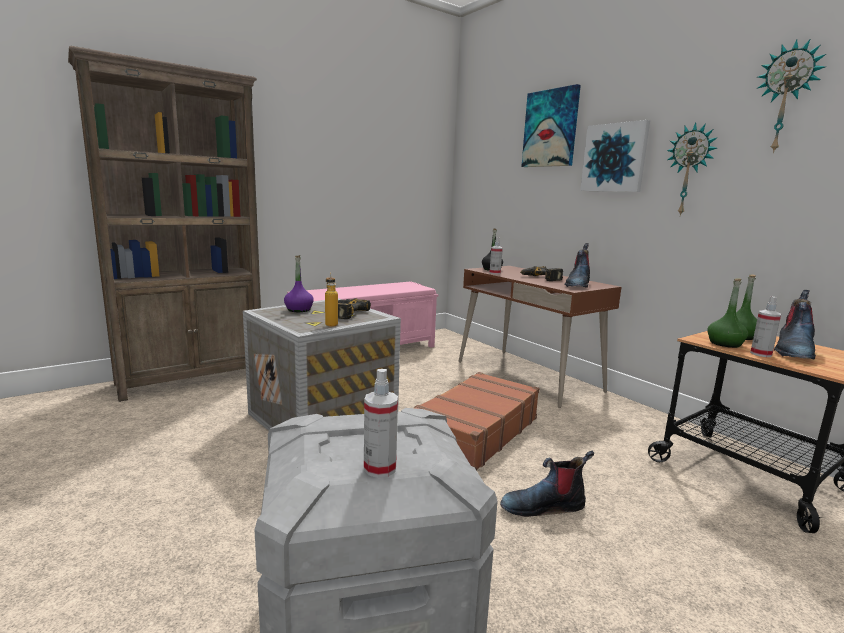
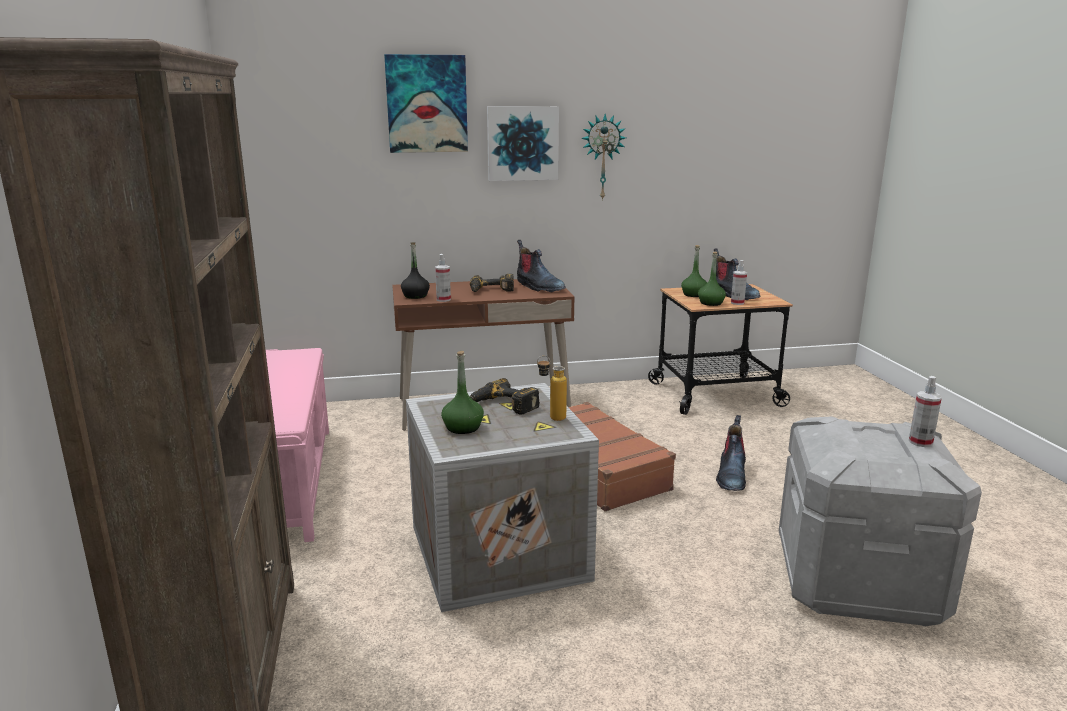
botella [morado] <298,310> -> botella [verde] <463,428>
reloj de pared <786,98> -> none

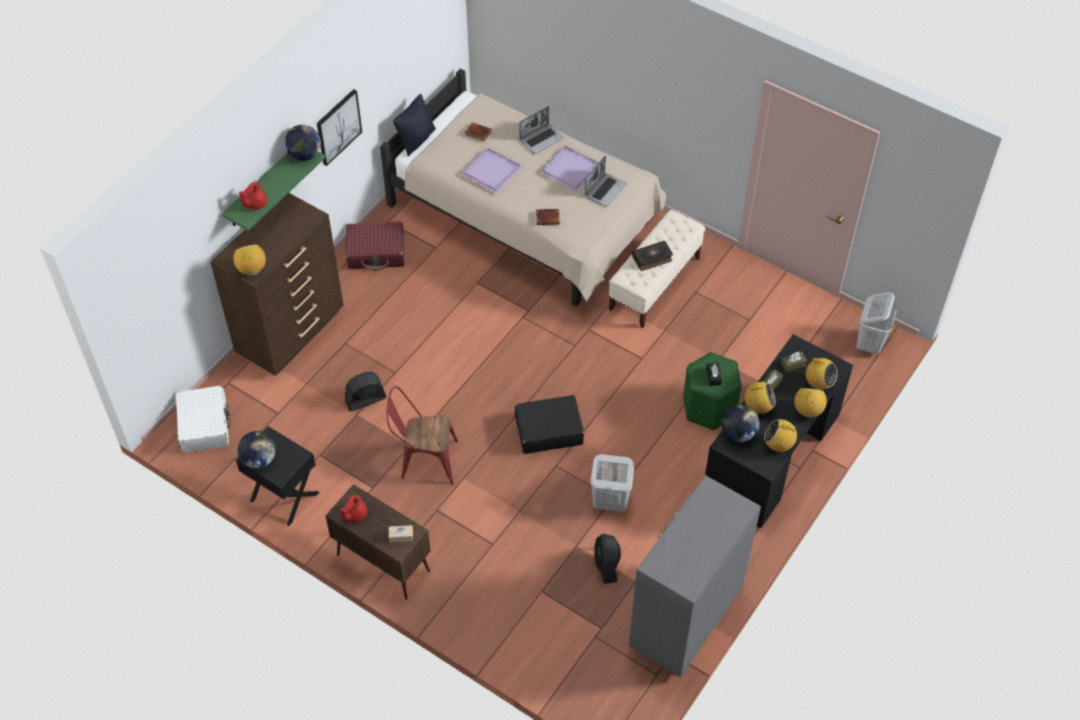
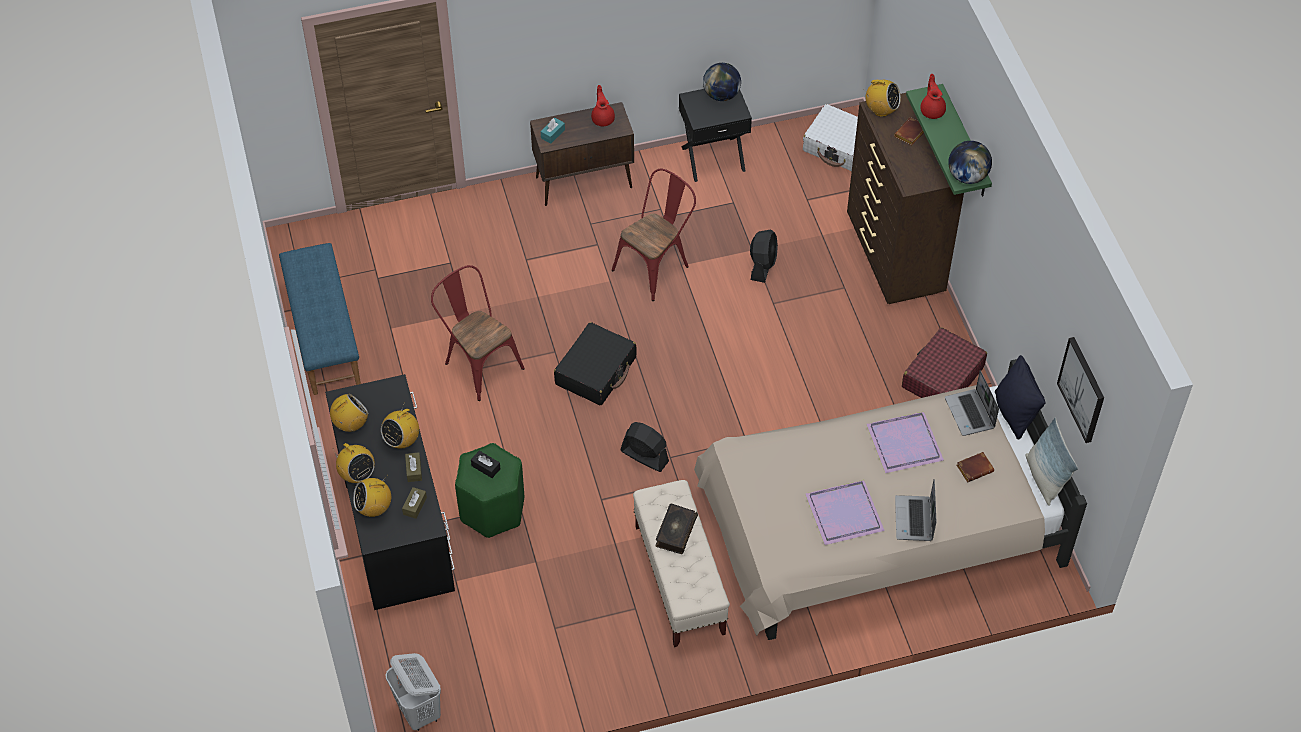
cómoda [gris] <684,619> -> banco [azul] <323,335>
cesto de la ropa [blanco] <609,502> -> silla [rojo] <479,363>
caja de pañuelos [beis] <401,536> -> caja de pañuelos [turquesa] <553,134>
ventilador [negro] <606,564> -> ventilador [negro] <644,456>, relocated
libro [marrón] <548,218> -> libro [marrón] <910,134>, relocated
portátil <605,190> -> portátil <970,413>, relocated
none -> cojín <1044,478>
cuadro <338,126> -> cuadro <1082,389>, relocated
globo terráqueo <738,433> -> none

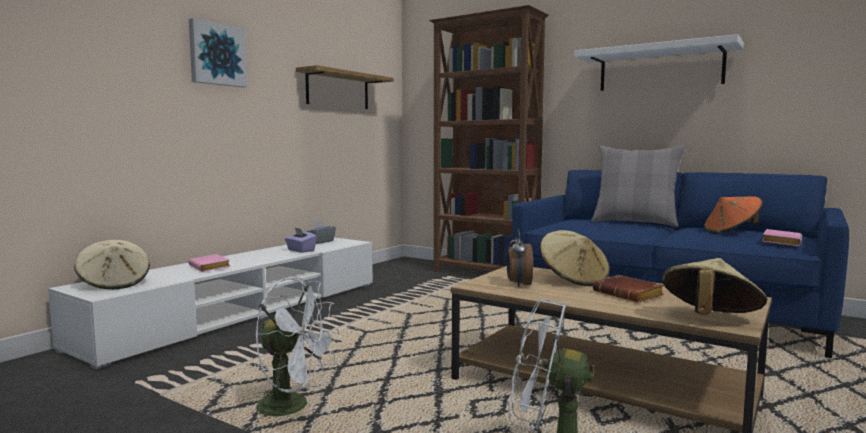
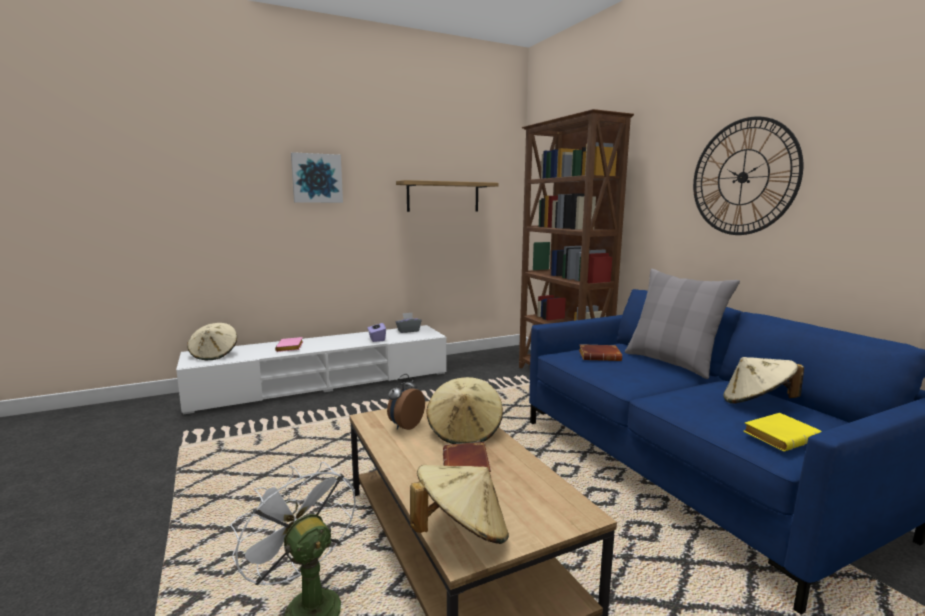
none -> libro [marrón] <600,356>
estante [blanco] <660,68> -> reloj de pared <743,177>
sombrero [naranja] <731,232> -> sombrero [beis] <756,403>
libro [rosa] <780,242> -> libro [amarillo] <780,436>
ventilador [blanco] <294,407> -> none

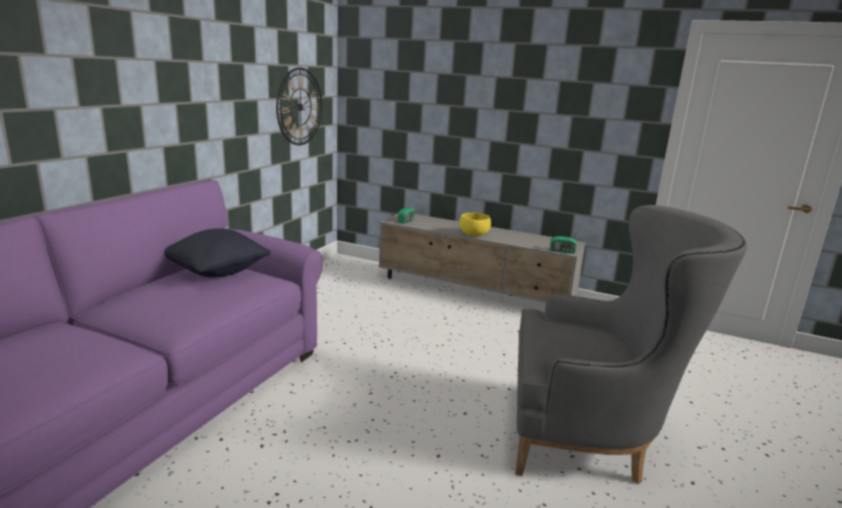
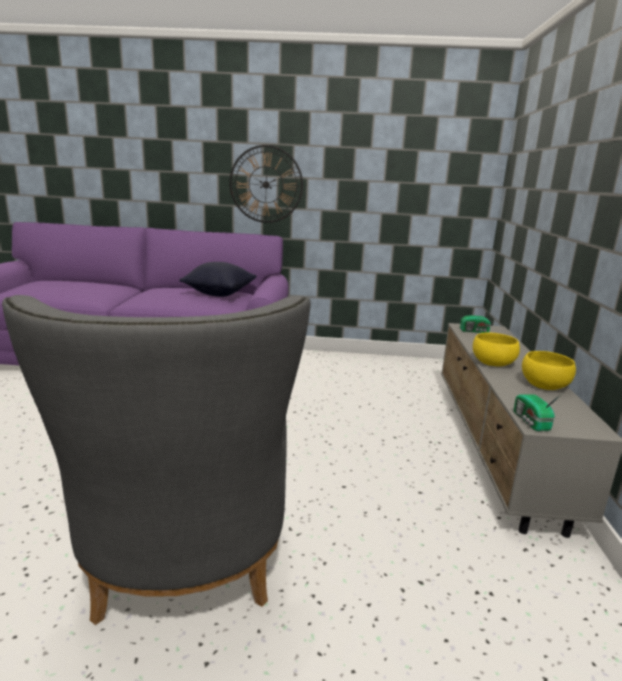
reloj de pared <300,107> -> reloj de pared <266,184>, relocated
none -> cuenco [amarillo] <544,385>

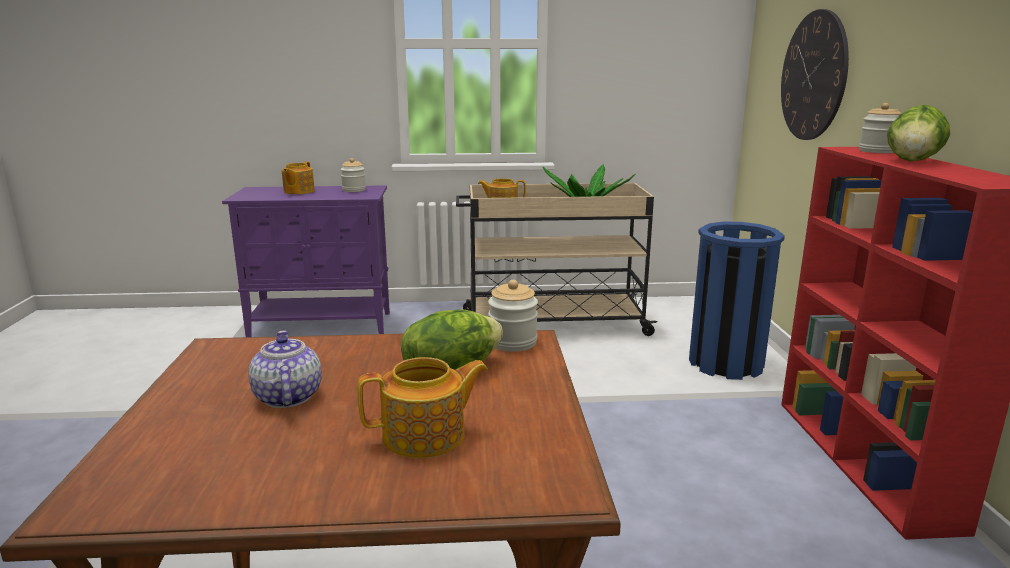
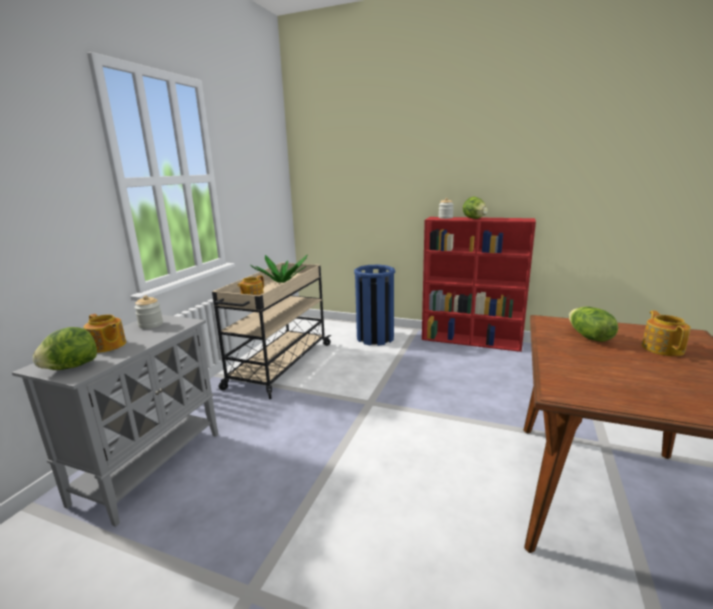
armario [morado] <322,325> -> armario [gris] <151,465>
none -> lechuga <71,367>
tetera <287,397> -> none
tarro <512,342> -> none
reloj de pared <813,76> -> none

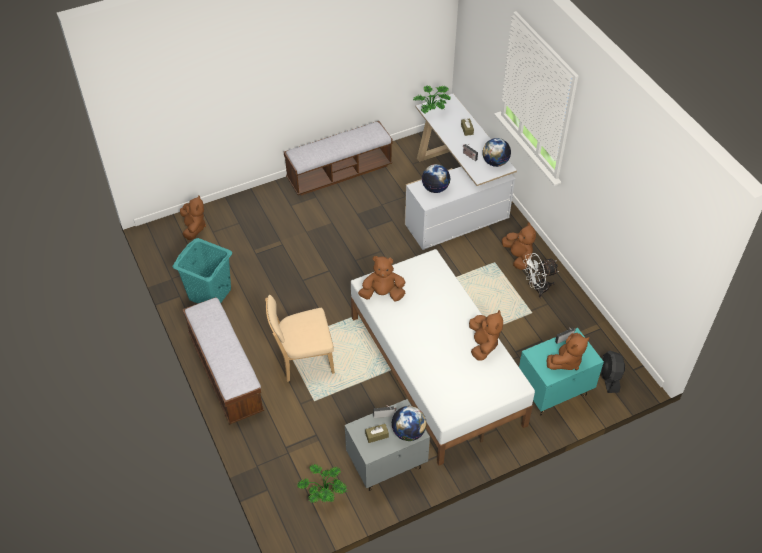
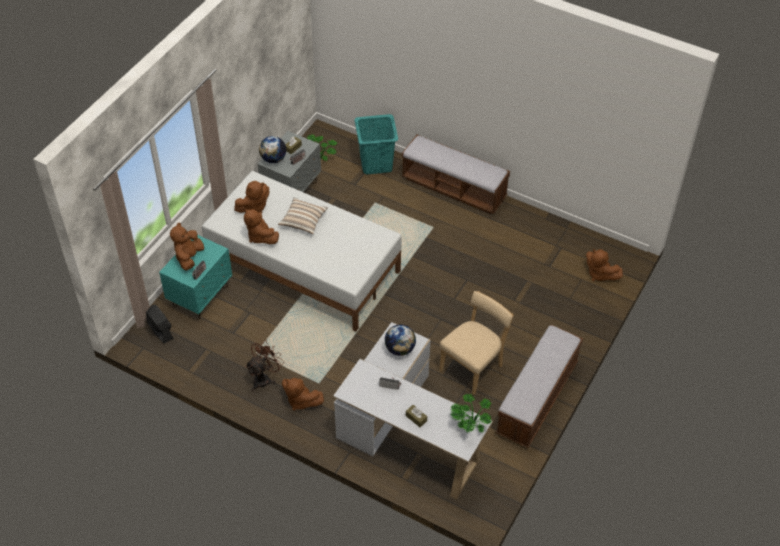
peluche [marrón] <382,294> -> peluche [marrón] <254,207>, relocated
ventilador [blanco] <537,288> -> ventilador [marrón] <264,378>
none -> cojín <303,221>
cesto de la ropa [turquesa] <210,294> -> cesto de la ropa [turquesa] <375,163>, relocated
silla [beis] <303,360> -> silla [beis] <473,367>, relocated
globo terráqueo <495,162> -> none

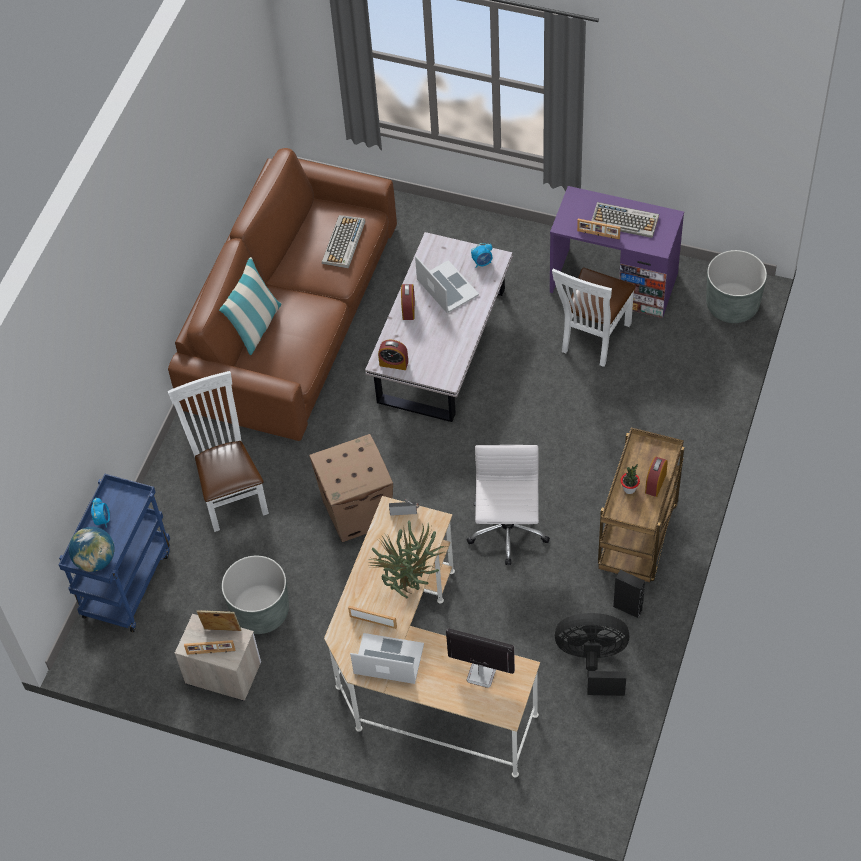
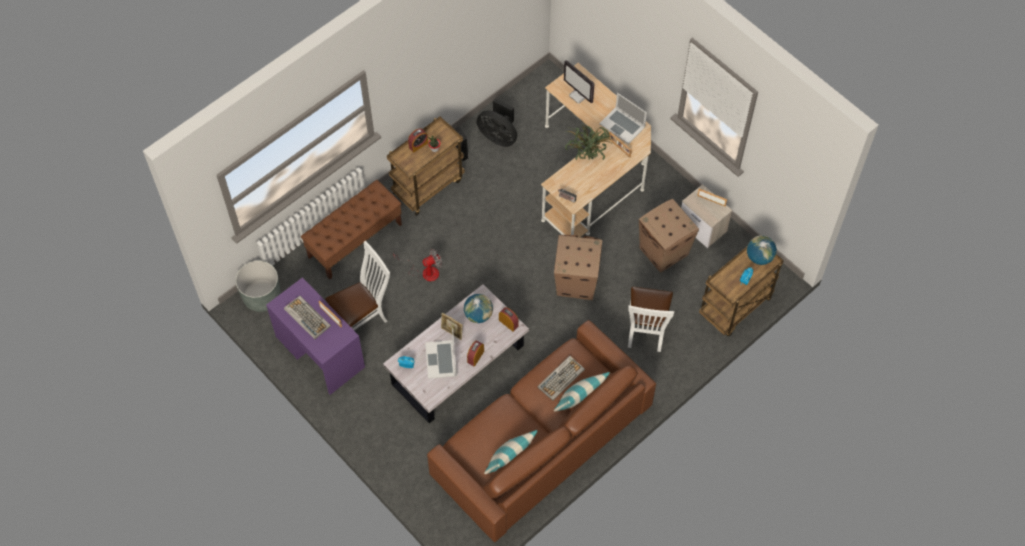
none -> banco [marrón] <355,240>
none -> ventilador <424,271>
portarretratos <222,631> -> portarretratos <452,333>, relocated
none -> globo terráqueo <478,315>
none -> cojín <509,461>
teclado <344,243> -> teclado <561,378>, relocated
maceta [gris] <260,611> -> caja de cartón <664,251>
carrito [azul] <127,582> -> carrito [marrón] <735,308>
silla de oficina [blanco] <507,533> -> none

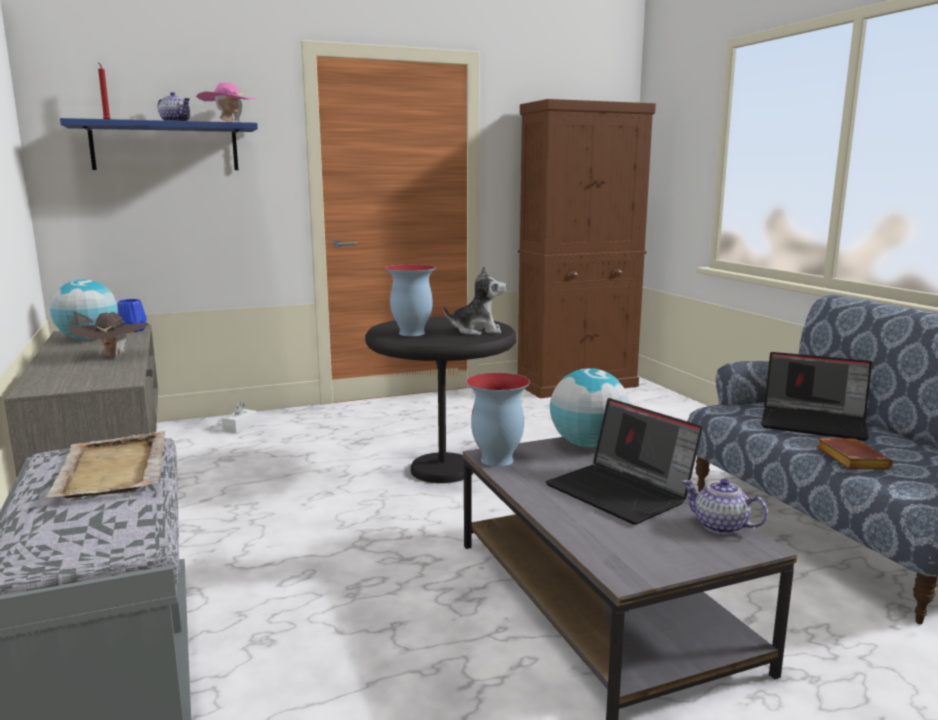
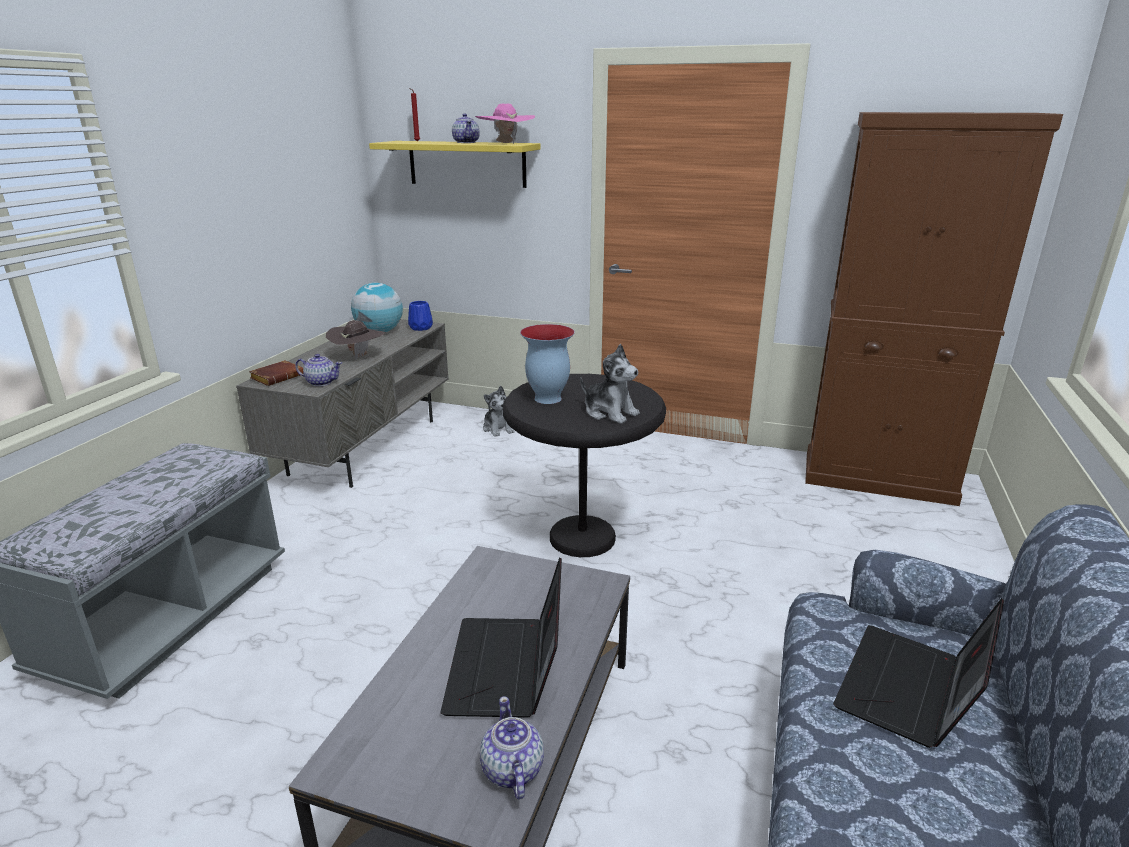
libro [marrón] <849,459> -> libro [marrón] <278,377>, relocated
none -> tetera <321,382>
estante [azul] <165,147> -> estante [amarillo] <467,164>
caja de pañuelos [blanco] <240,427> -> peluche <498,428>
portátil <814,423> -> portátil <911,691>, 60 degrees clockwise
bandeja [beis] <112,470> -> none
florero <497,460> -> none
globo terráqueo <587,444> -> none

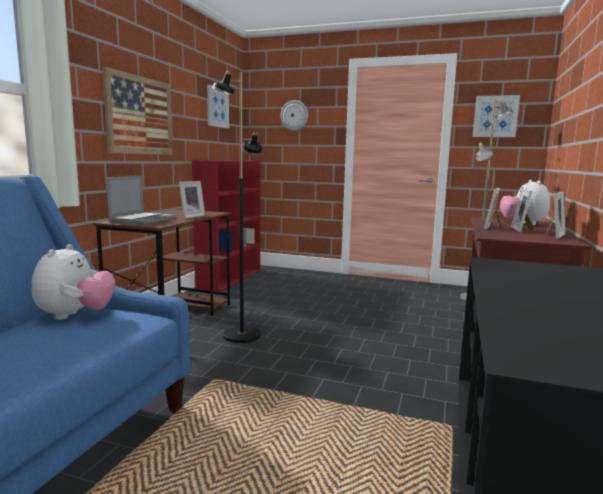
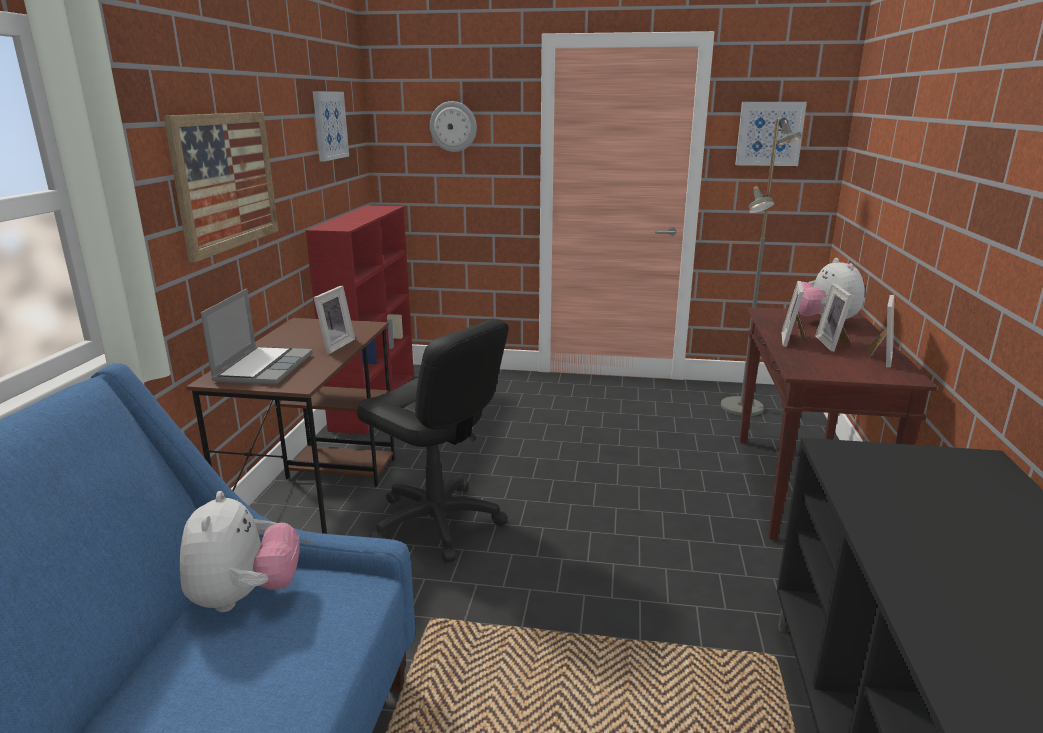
lámpara de pie [negro] <241,335> -> silla de oficina [negro] <436,522>

